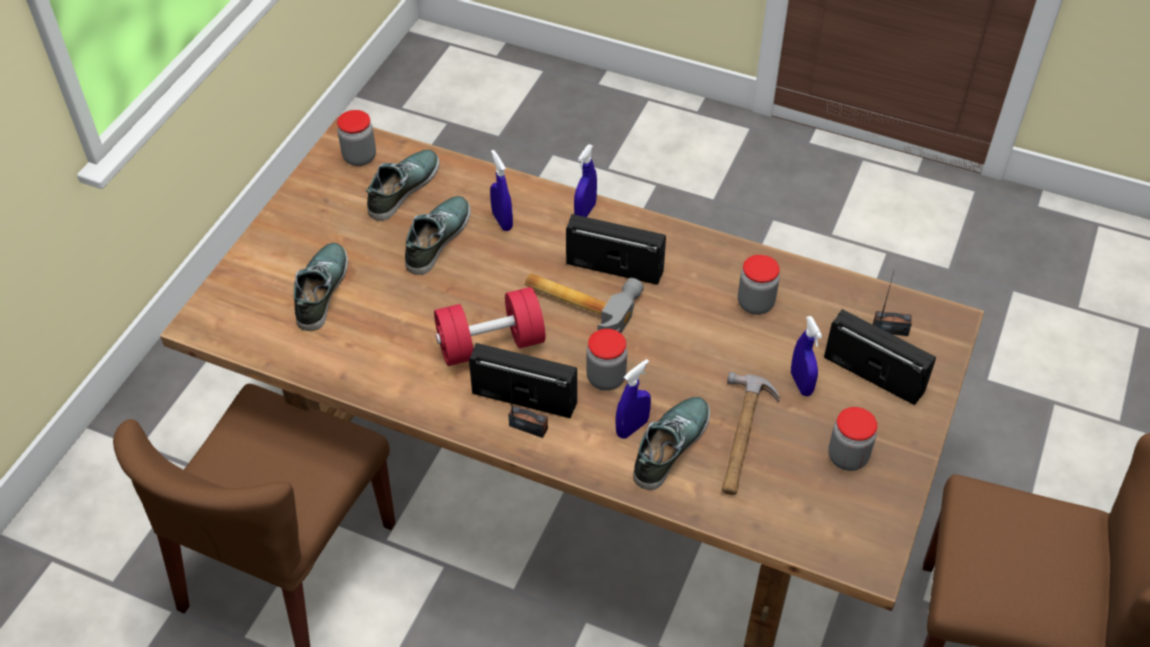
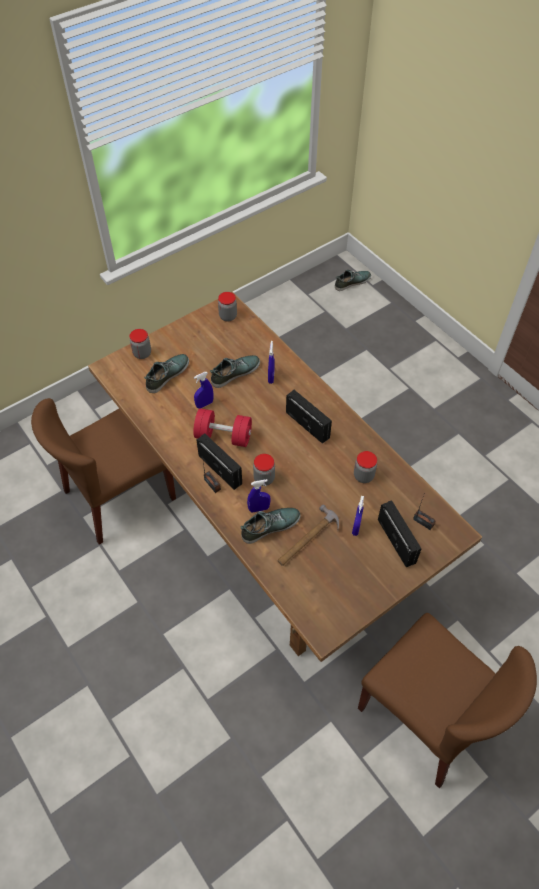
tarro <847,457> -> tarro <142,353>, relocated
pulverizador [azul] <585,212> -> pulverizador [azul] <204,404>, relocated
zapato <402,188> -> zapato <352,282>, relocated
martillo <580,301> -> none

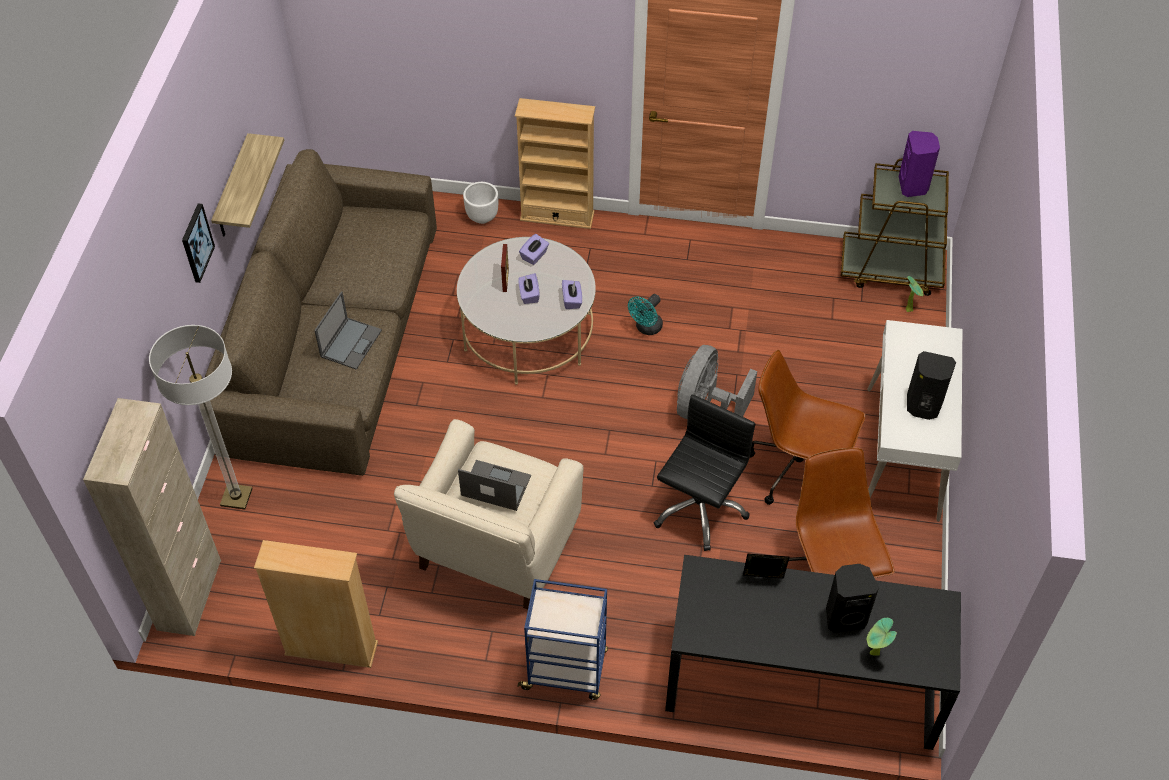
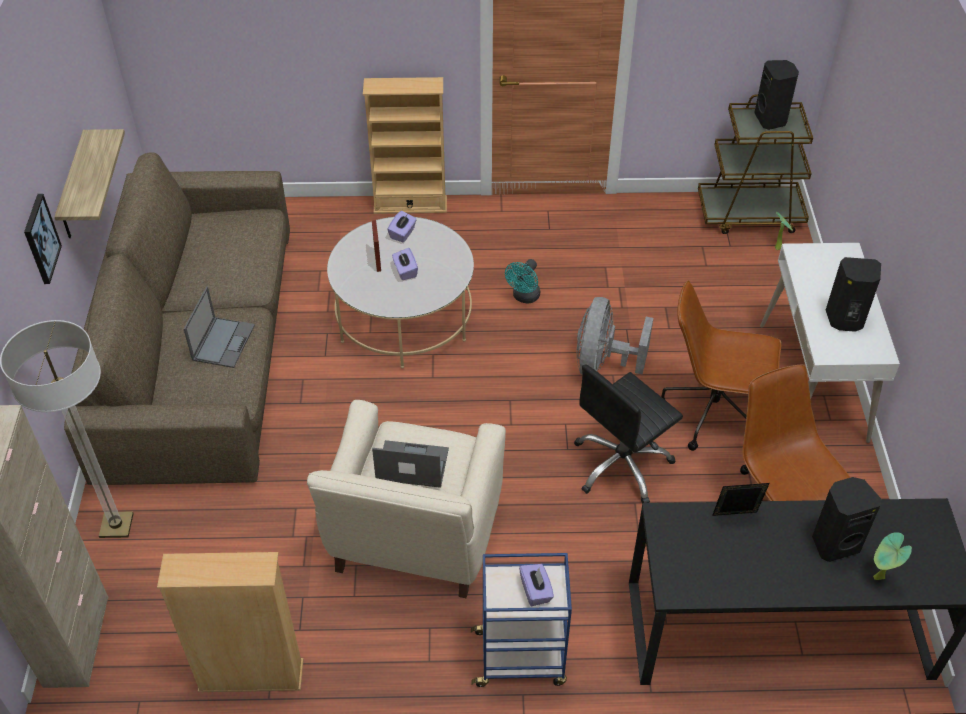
caja de pañuelos [morado] <572,300> -> caja de pañuelos [morado] <536,591>, relocated
silla de oficina [negro] <699,508> -> silla de oficina [negro] <622,465>, 150 degrees counterclockwise
altavoz [morado] <913,186> -> altavoz [negro] <771,120>
maceta [blanco] <482,216> -> none

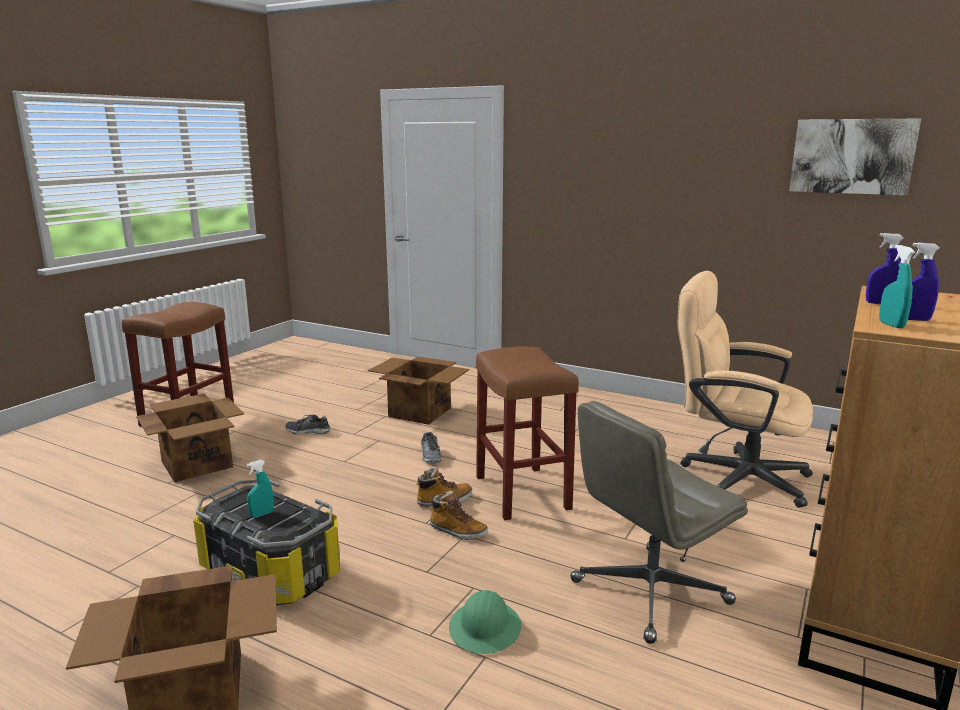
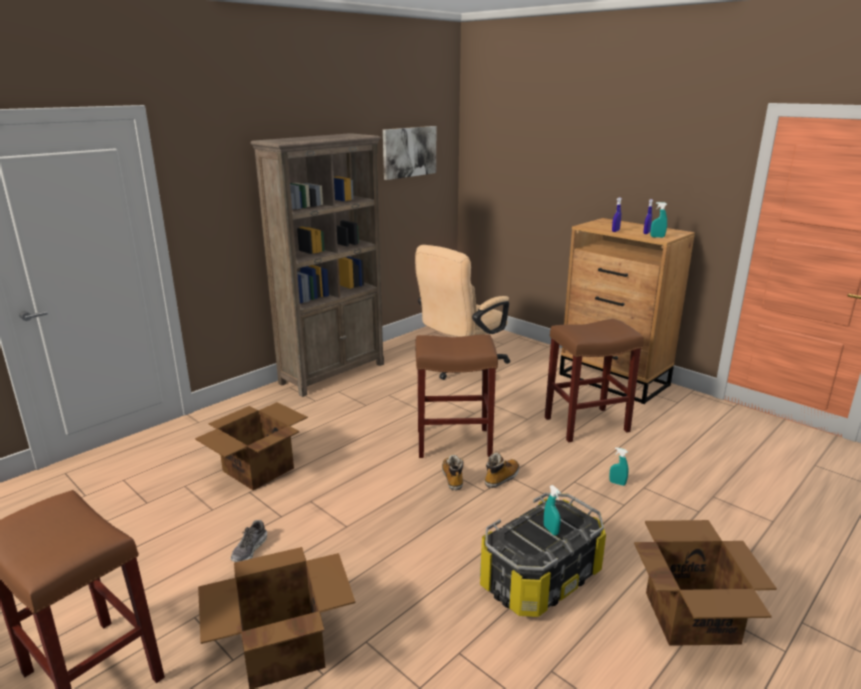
none -> estantería [marrón] <333,373>
silla de oficina [gris] <649,593> -> taburete [marrón] <585,425>
casco [verde] <485,628> -> pulverizador [turquesa] <617,483>
zapato <431,456> -> none

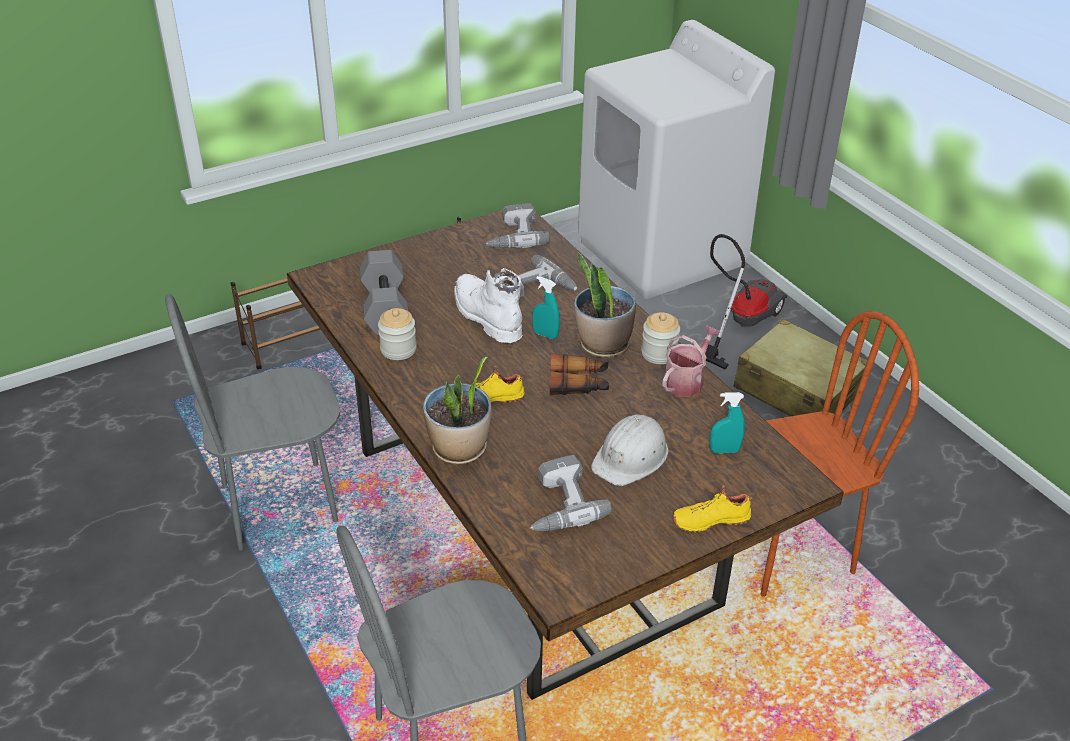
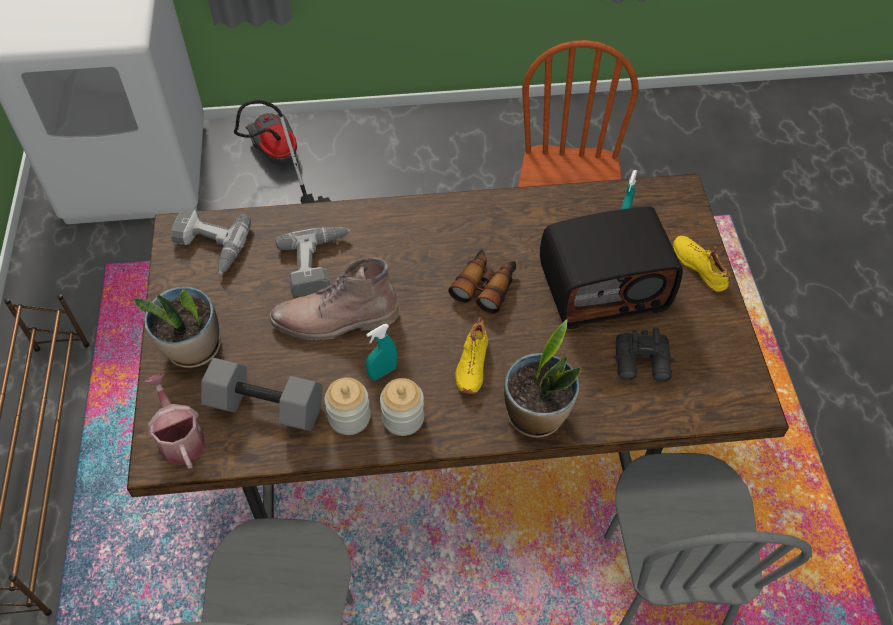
planta en maceta <603,345> -> planta en maceta <193,349>, relocated
regadera <686,380> -> regadera <179,438>, relocated
bota [blanco] <485,315> -> bota [marrón] <334,320>
pulverizador [turquesa] <545,335> -> pulverizador [turquesa] <382,372>, relocated
tarro <659,354> -> tarro <403,418>, relocated
casco [blanco] <631,457> -> radio <603,287>
taladro <558,504> -> prismáticos [negro] <643,363>
zapato [amarillo] <710,519> -> zapato [amarillo] <700,267>, 135 degrees clockwise
maleta [beis] <797,390> -> none

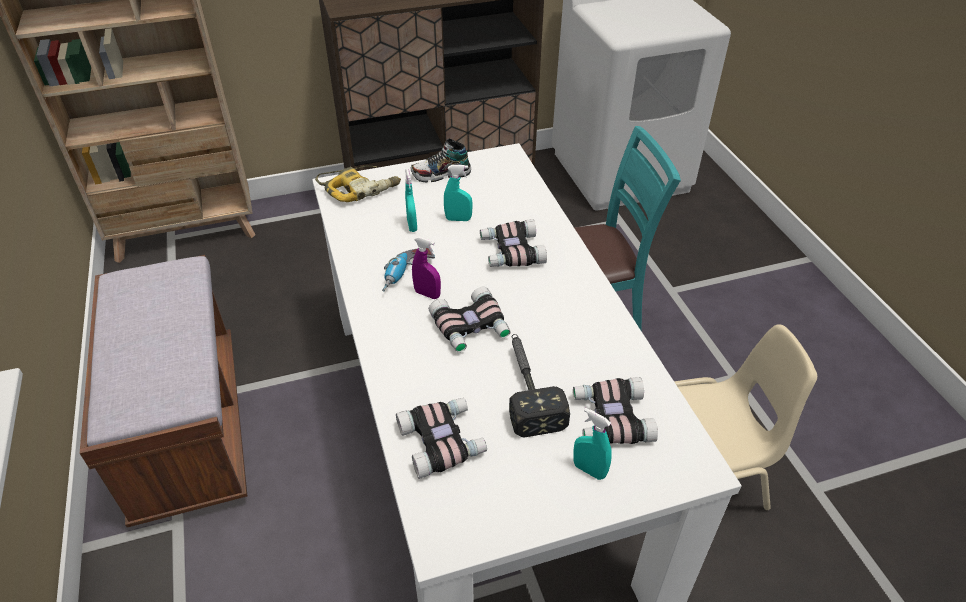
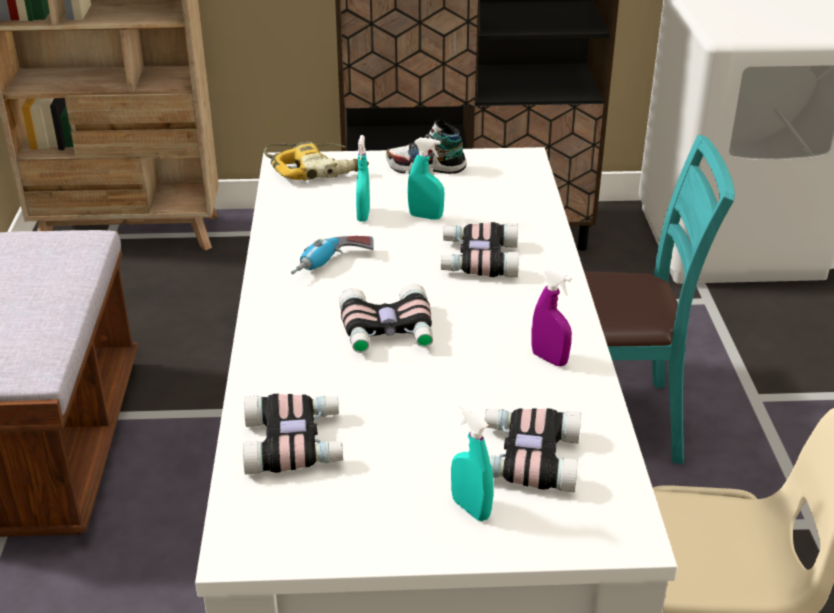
pulverizador [morado] <427,294> -> pulverizador [morado] <549,359>, relocated
martillo <527,387> -> none

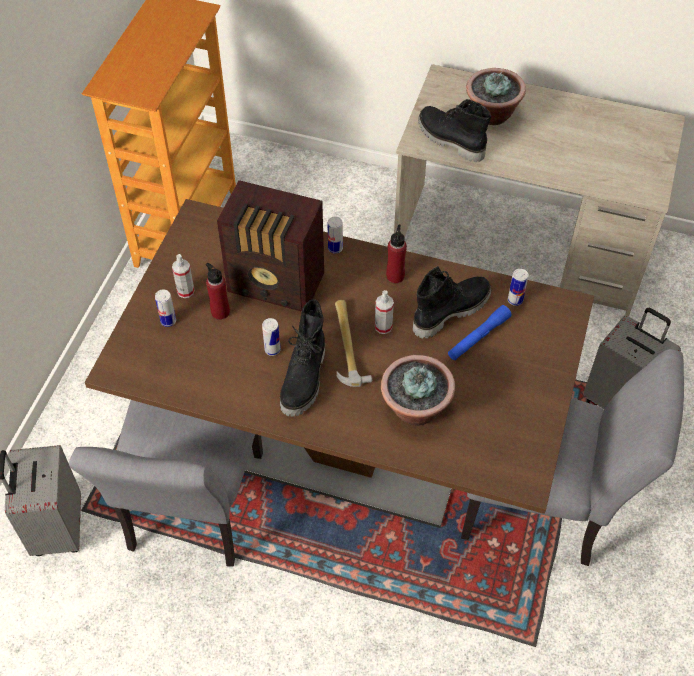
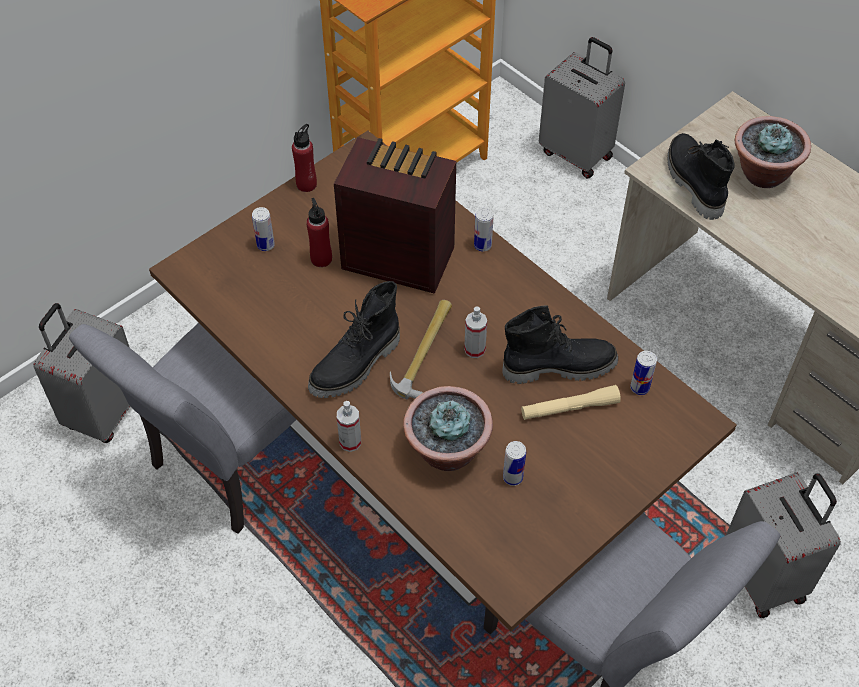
botella [rojo] <395,276> -> botella [rojo] <306,184>, relocated
radio <277,285> -> radio <396,257>, 150 degrees clockwise
pulverizador <185,291> -> pulverizador <350,442>, relocated
lata <272,350> -> lata <512,477>, relocated
linterna [azul] <478,337> -> linterna [beis] <569,408>
none -> maleta [gris] <577,153>

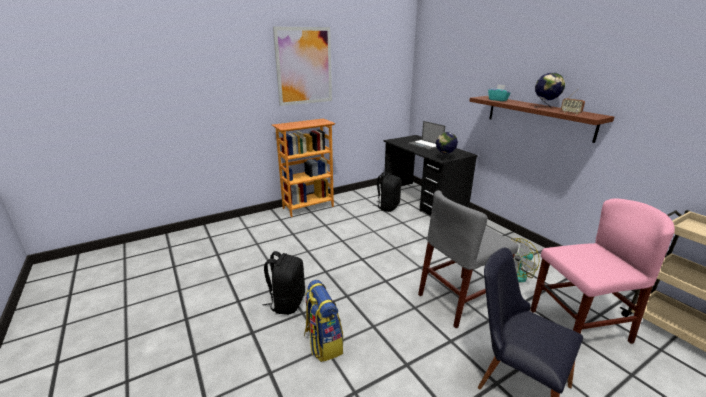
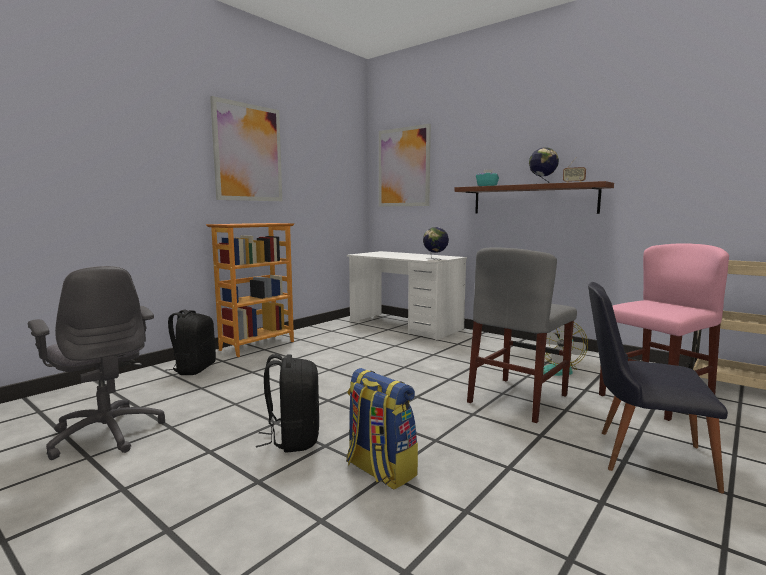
none -> silla de oficina [gris] <107,433>
mochila [negro] <388,207> -> mochila [negro] <194,369>, relocated
escritorio [negro] <423,200> -> escritorio [blanco] <405,326>
none -> cuadro <404,167>
portátil <425,145> -> none

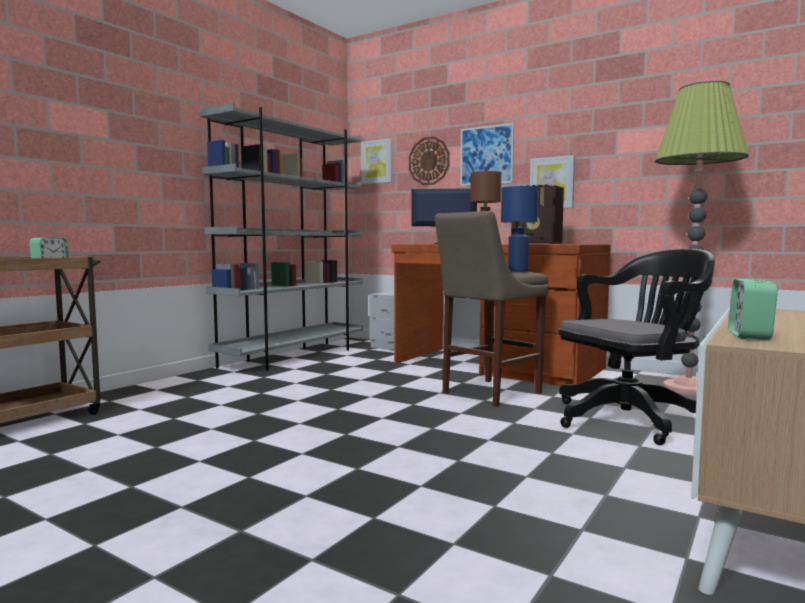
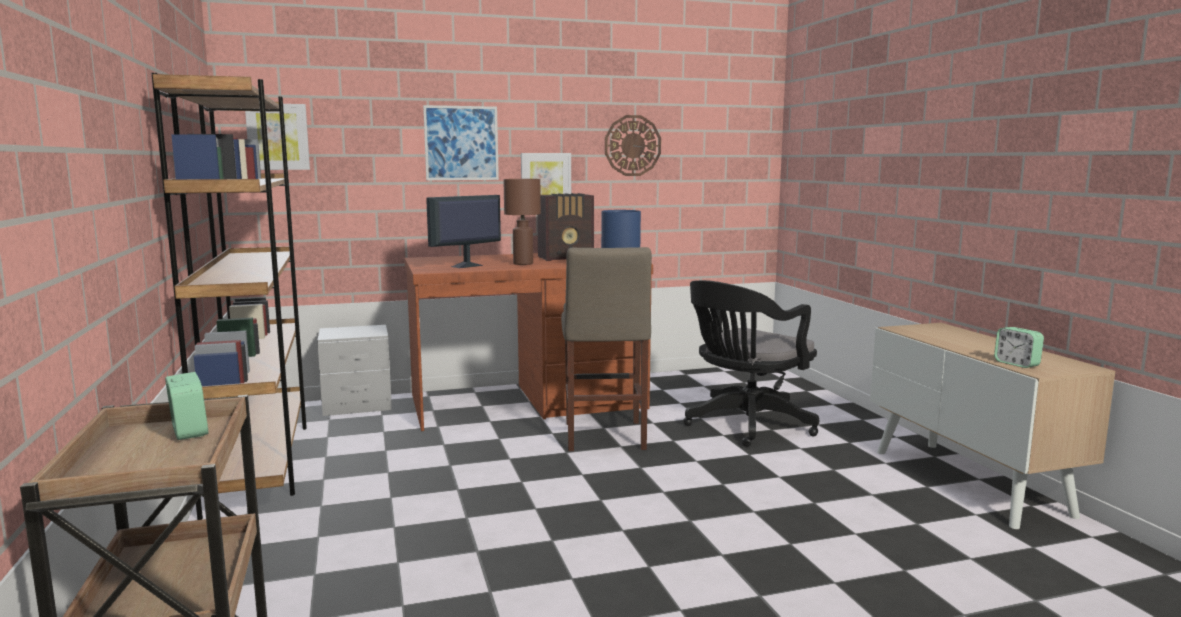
estantería [gris] <294,356> -> estantería [marrón] <260,462>
reloj de pared <429,161> -> reloj de pared <632,145>, relocated
silla de oficina [negro] <632,419> -> silla de oficina [negro] <745,426>, 150 degrees counterclockwise
lámpara de pie <688,389> -> none

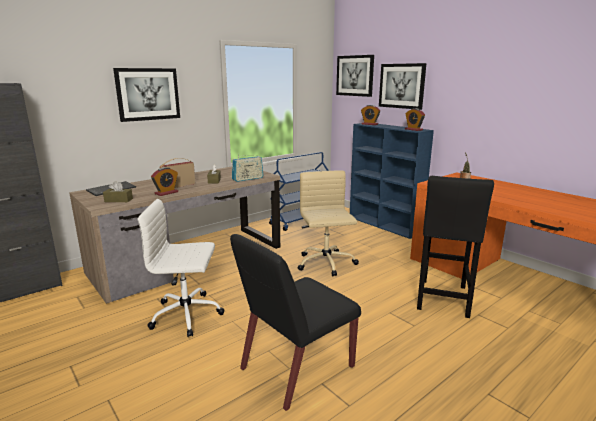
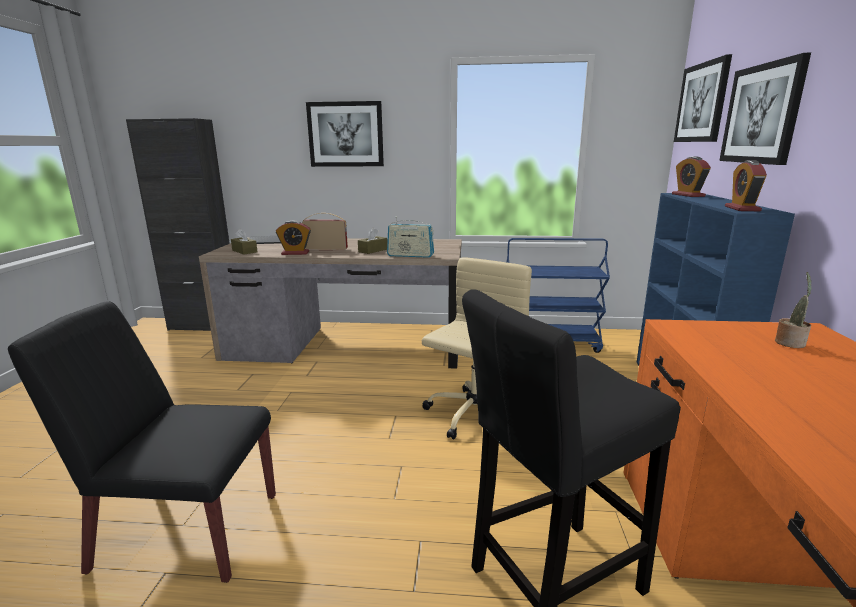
silla de oficina [blanco] <188,314> -> none

